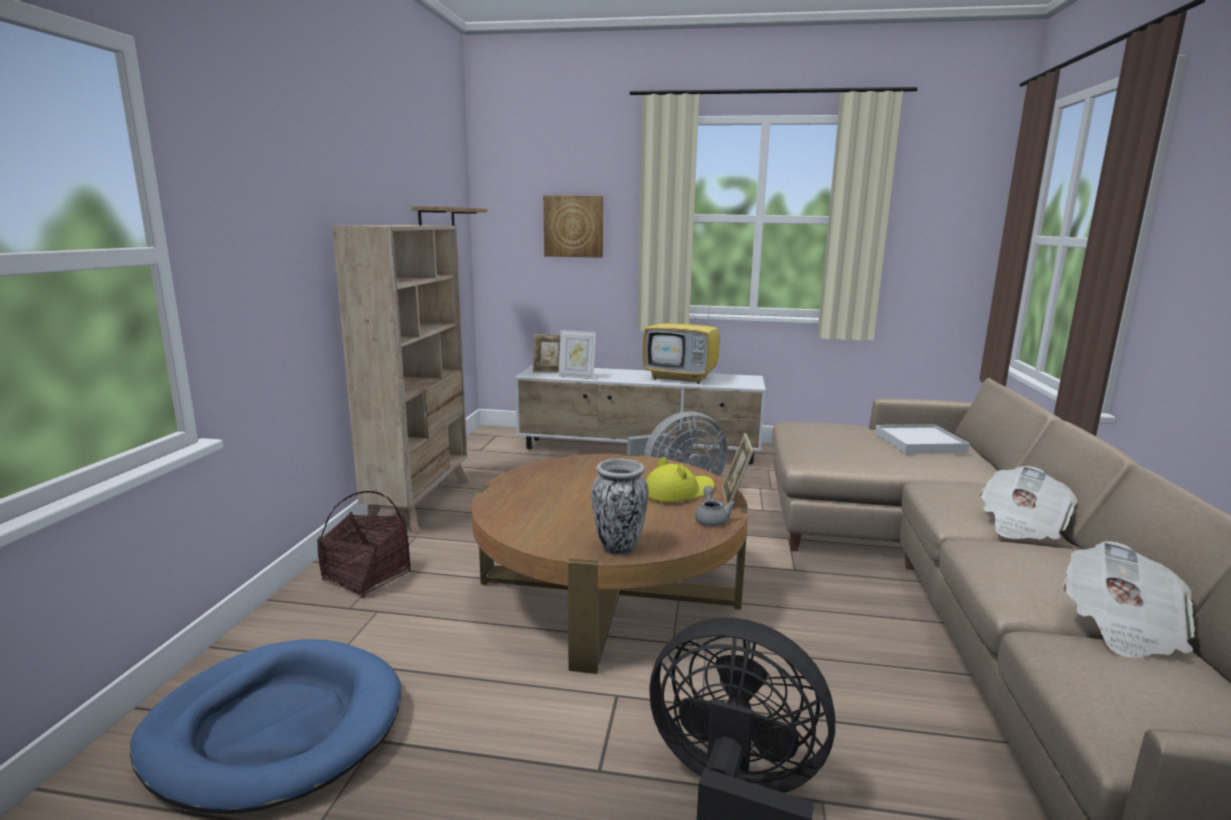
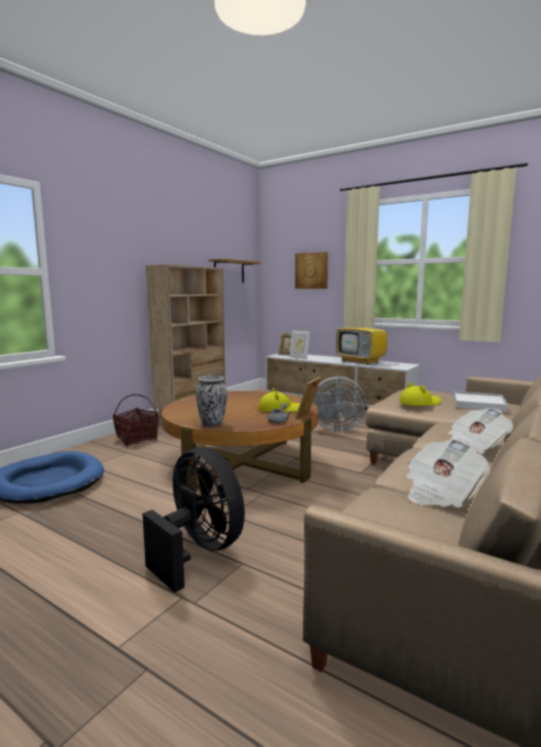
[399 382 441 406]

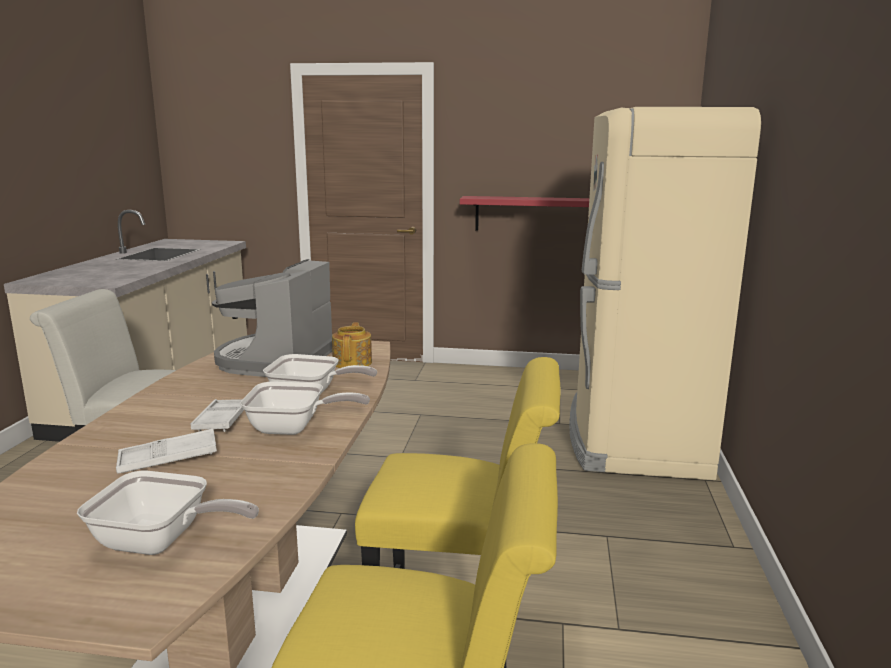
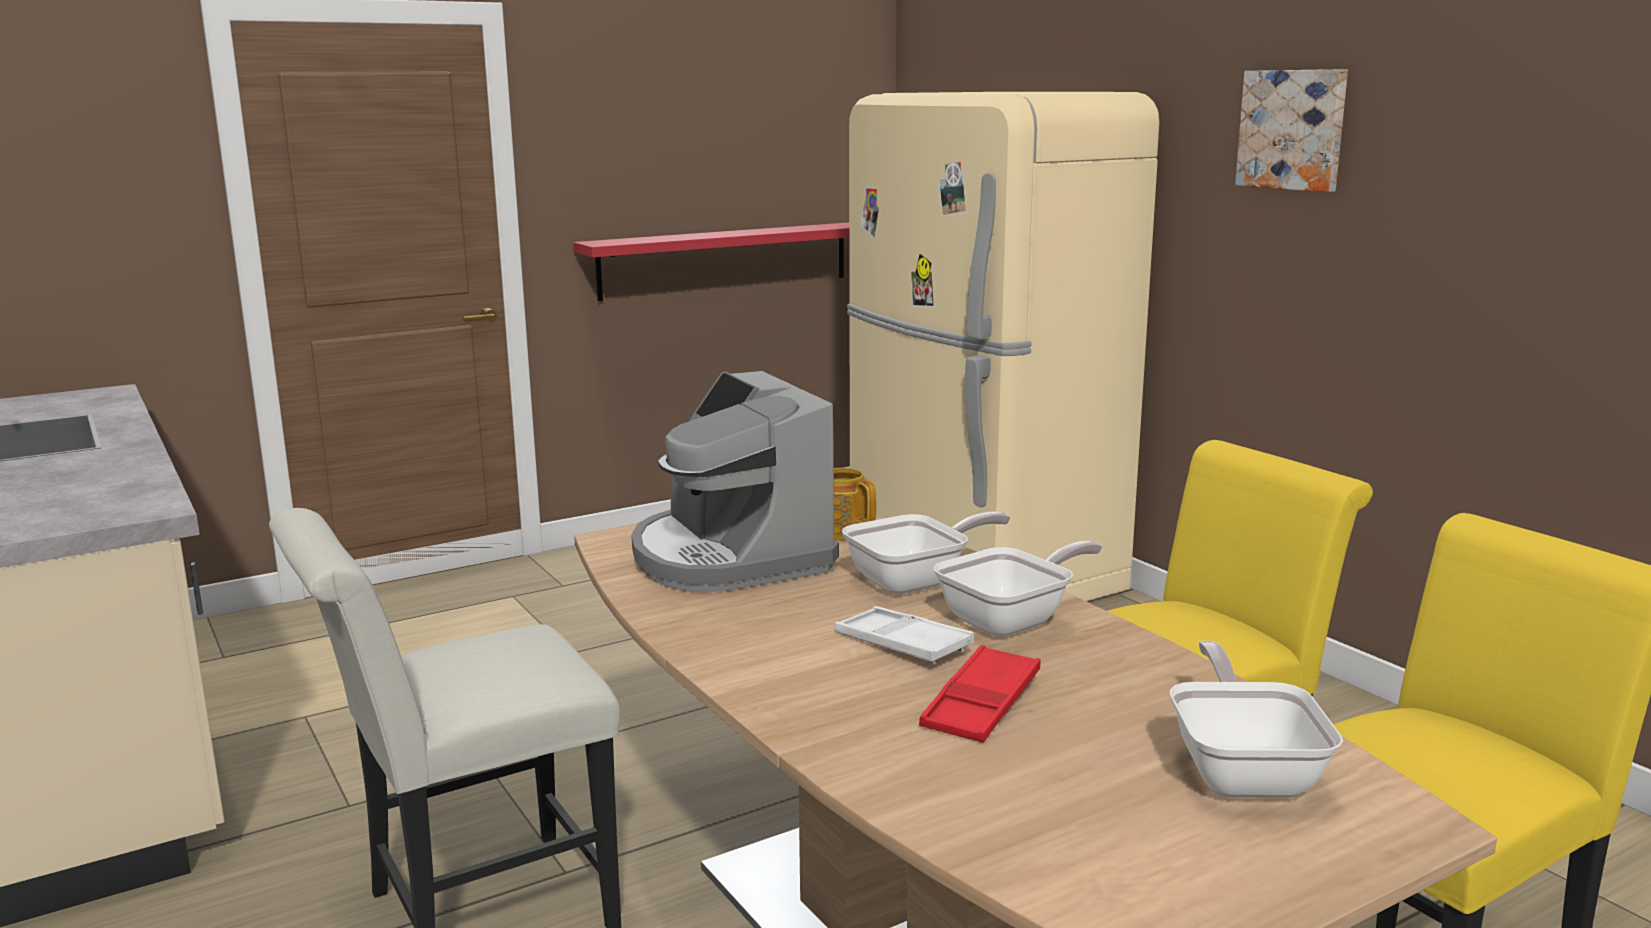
[919 645 1041 743]
[1169 641 1343 798]
[1235 69 1348 192]

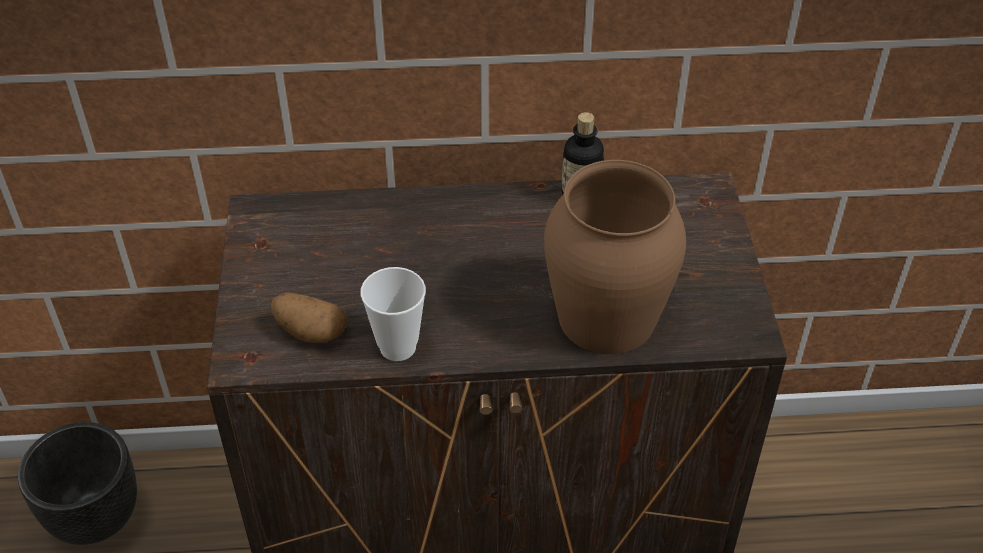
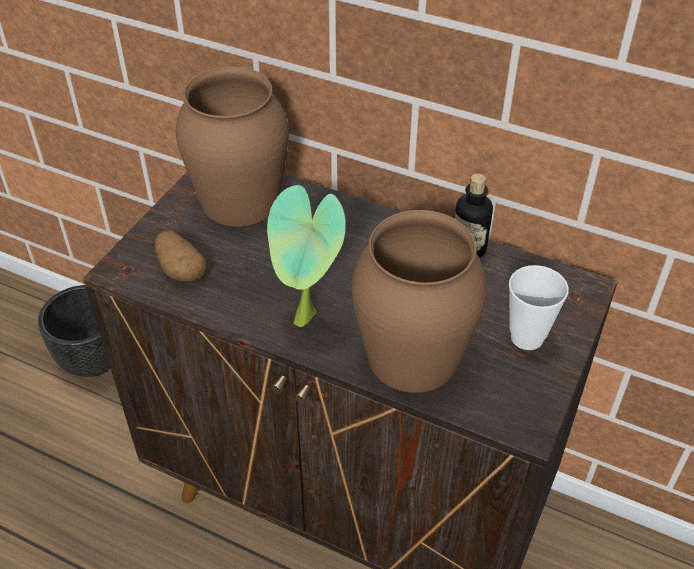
[176 67 289 226]
[267 185 346 327]
[509 265 569 350]

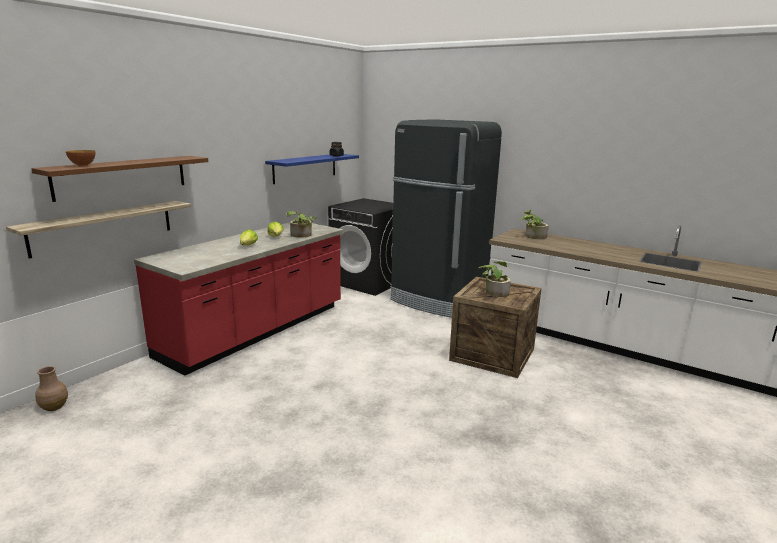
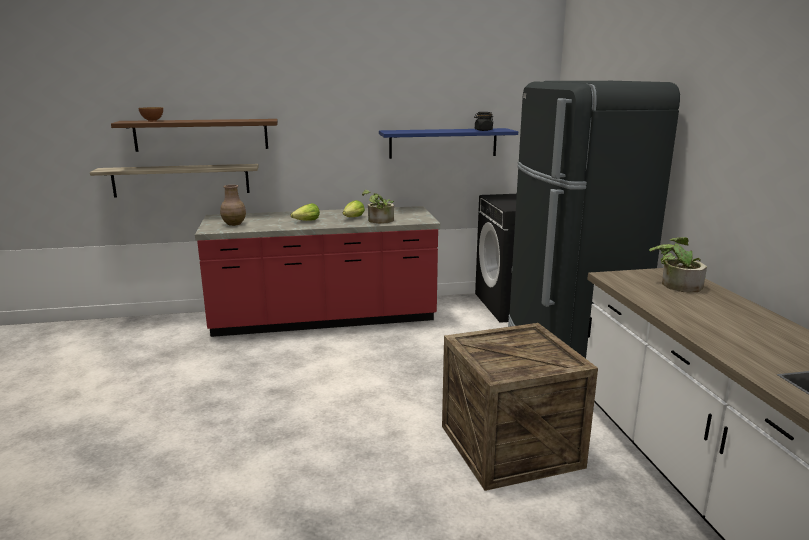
[220 185 246 226]
[479 261 511 297] (first image)

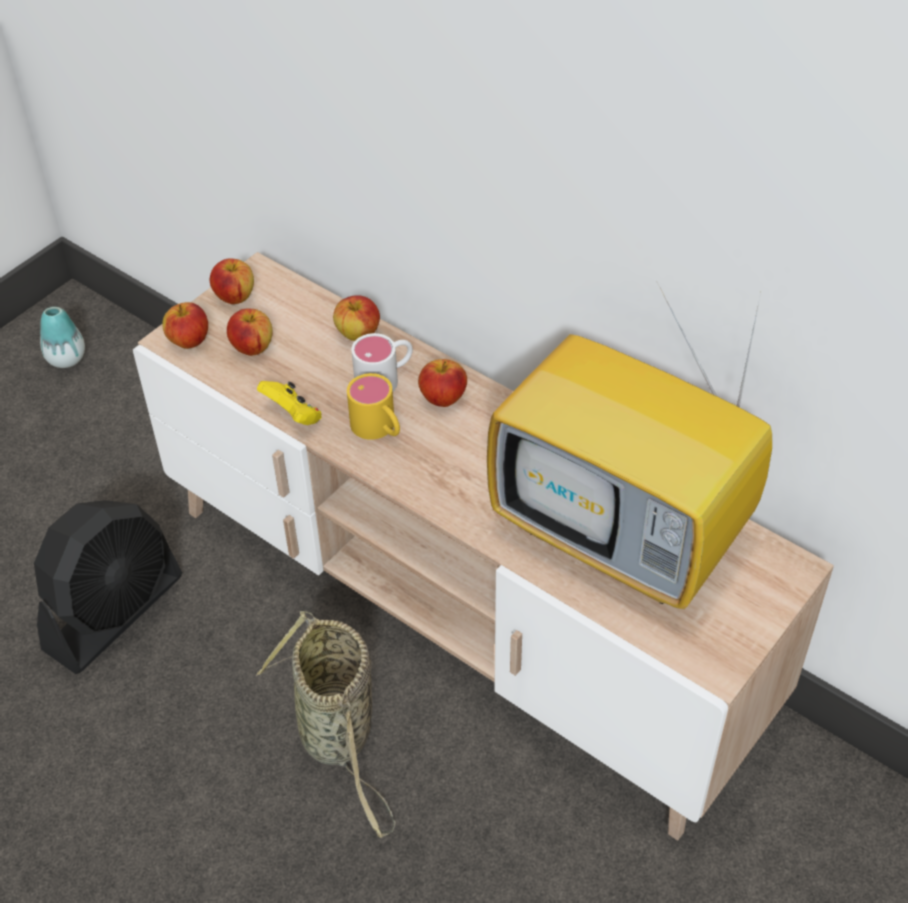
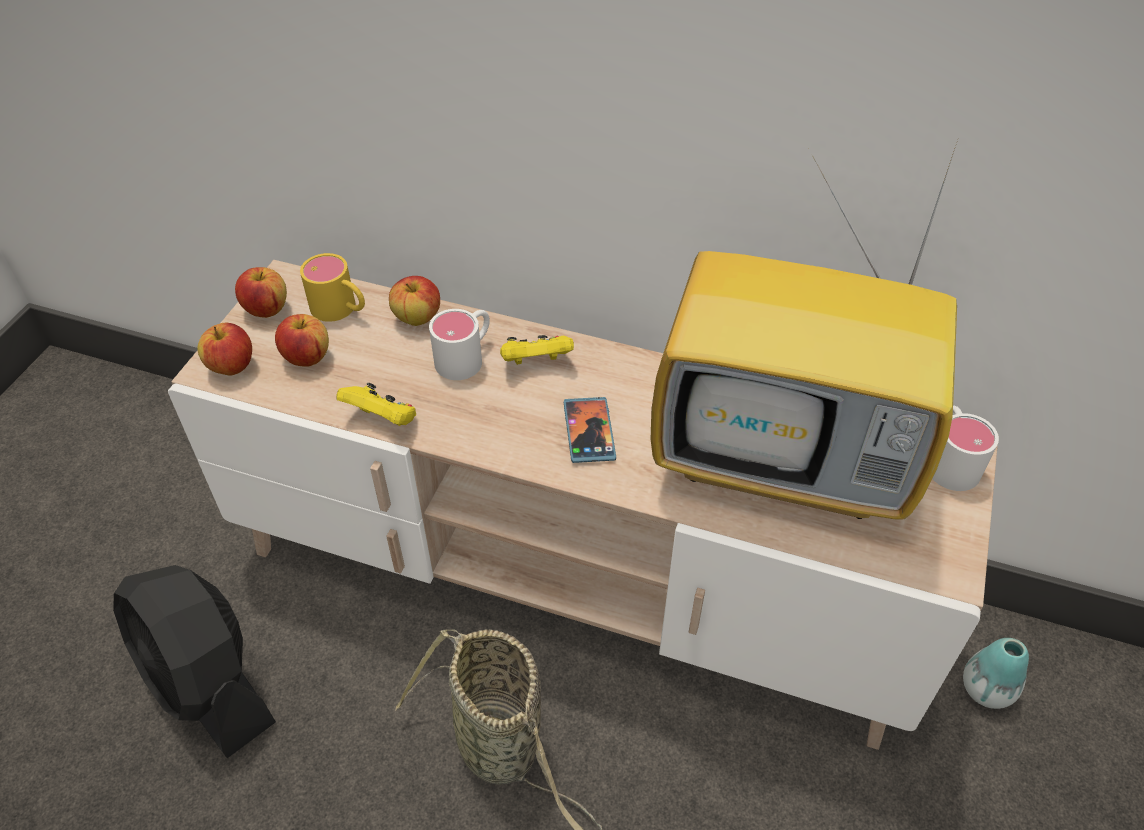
[113 565 276 758]
[300 253 365 322]
[500 335 574 365]
[564 397 616 463]
[932 406 999 491]
[963 638 1029 709]

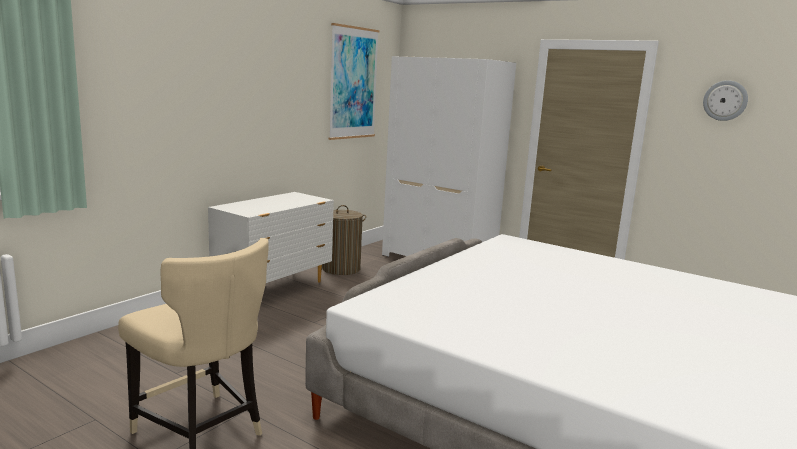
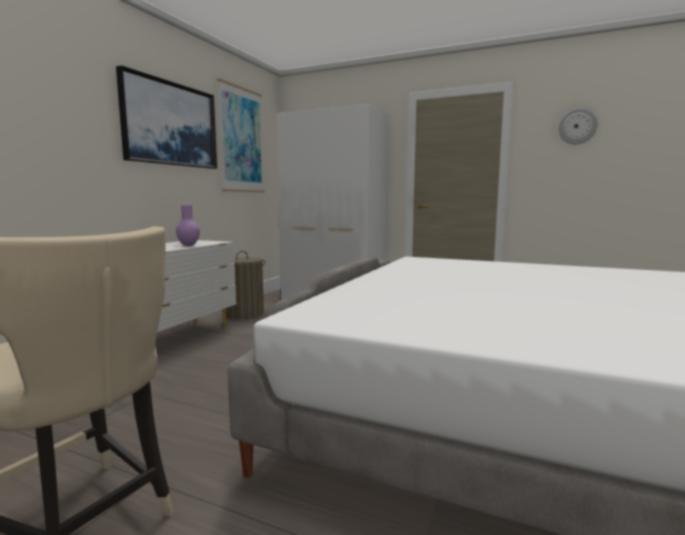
[116 65 217 169]
[176 205 200 246]

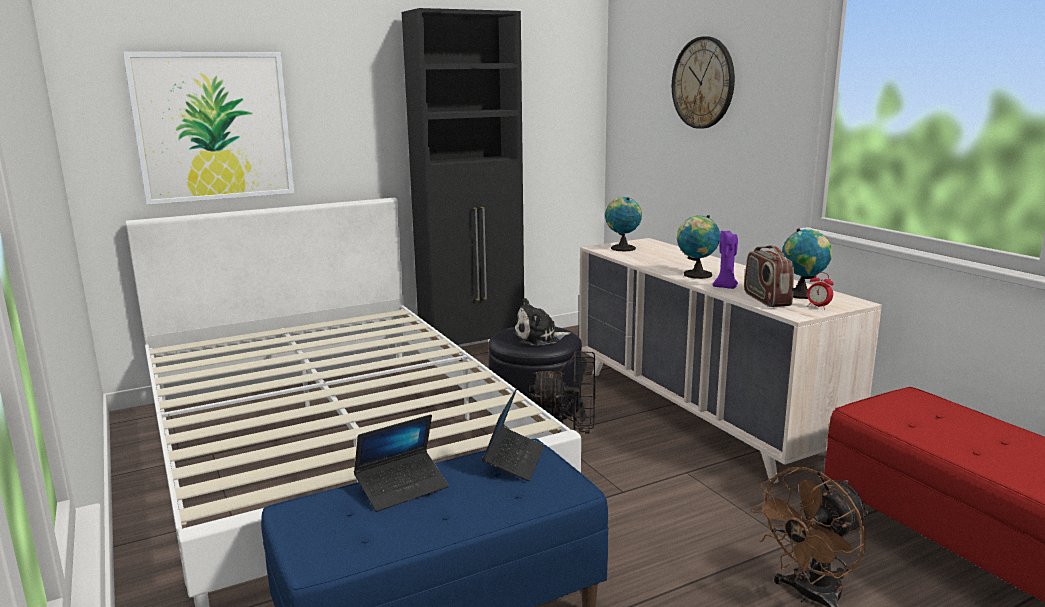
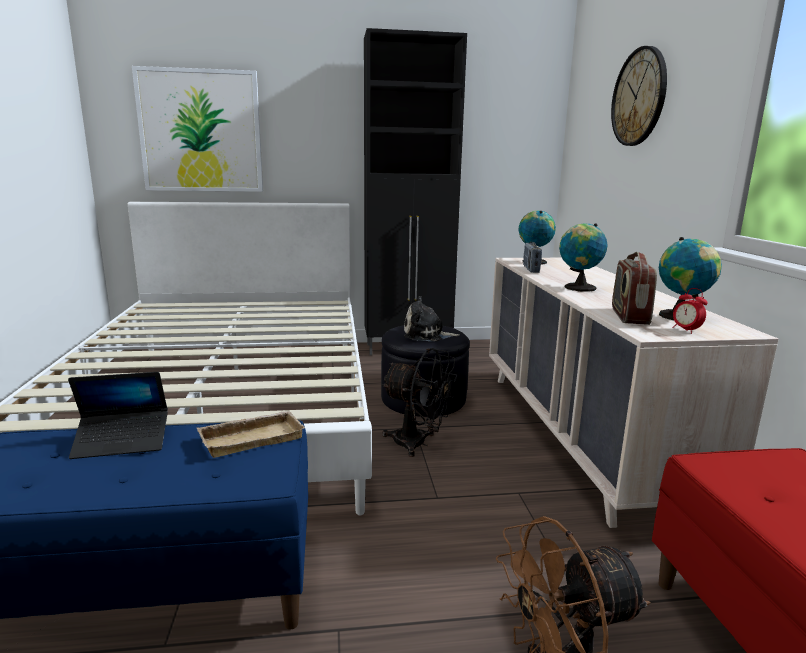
[197 411 305 458]
[523 242 542 273]
[713 231 738 289] (first image)

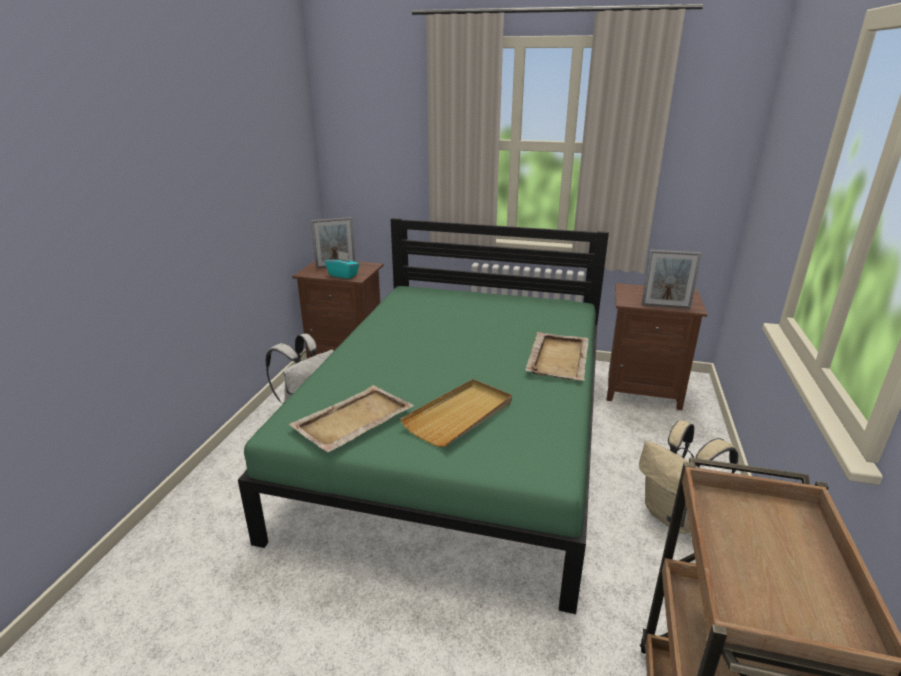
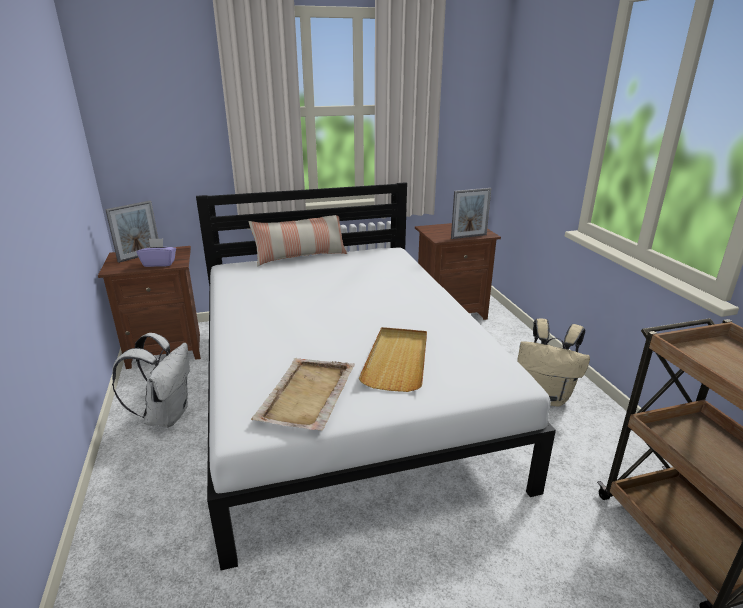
[137 238 176 267]
[196 182 556 570]
[249 215 347 267]
[526 332 589 381] (first image)

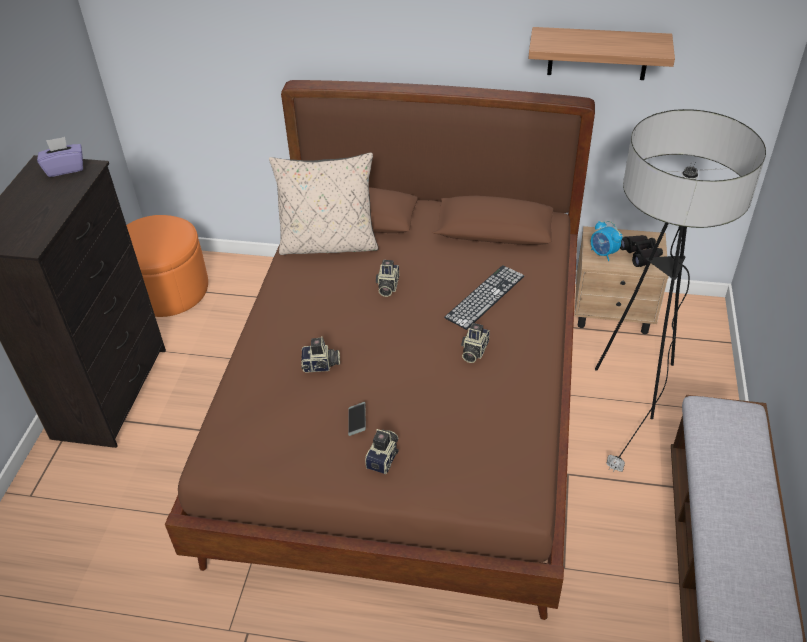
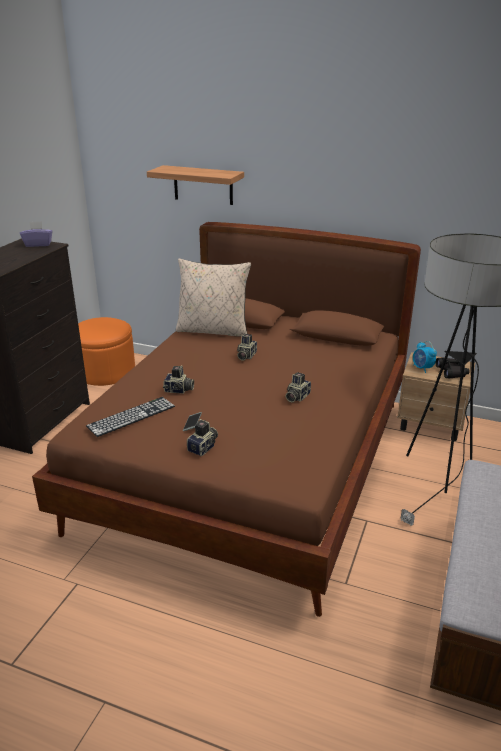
[86 397 175 437]
[147 165 244 205]

